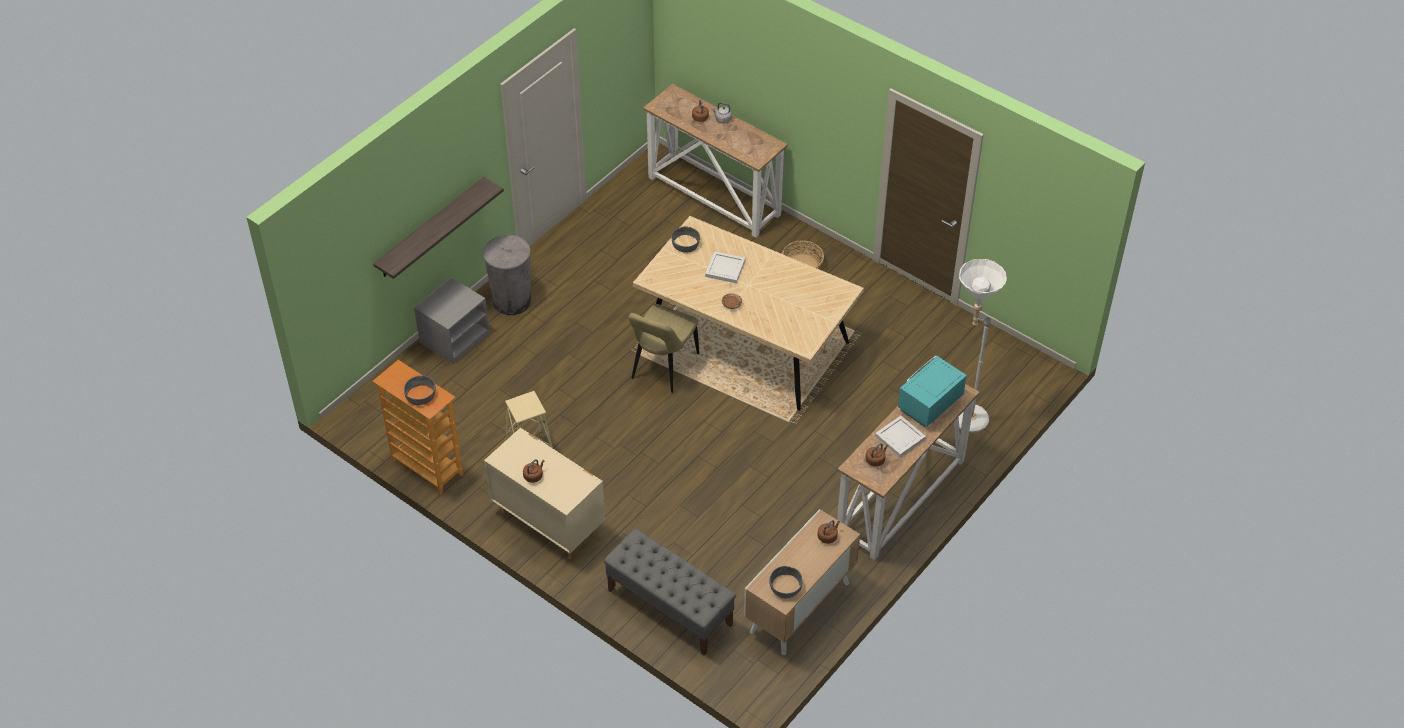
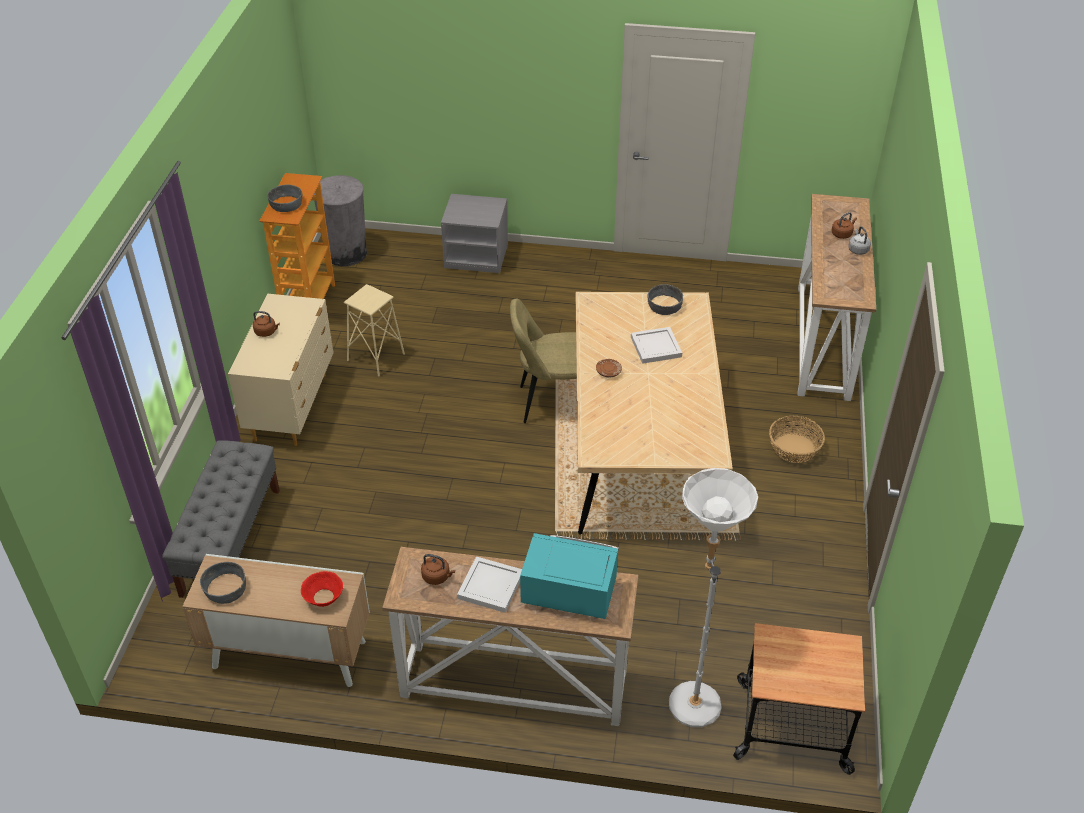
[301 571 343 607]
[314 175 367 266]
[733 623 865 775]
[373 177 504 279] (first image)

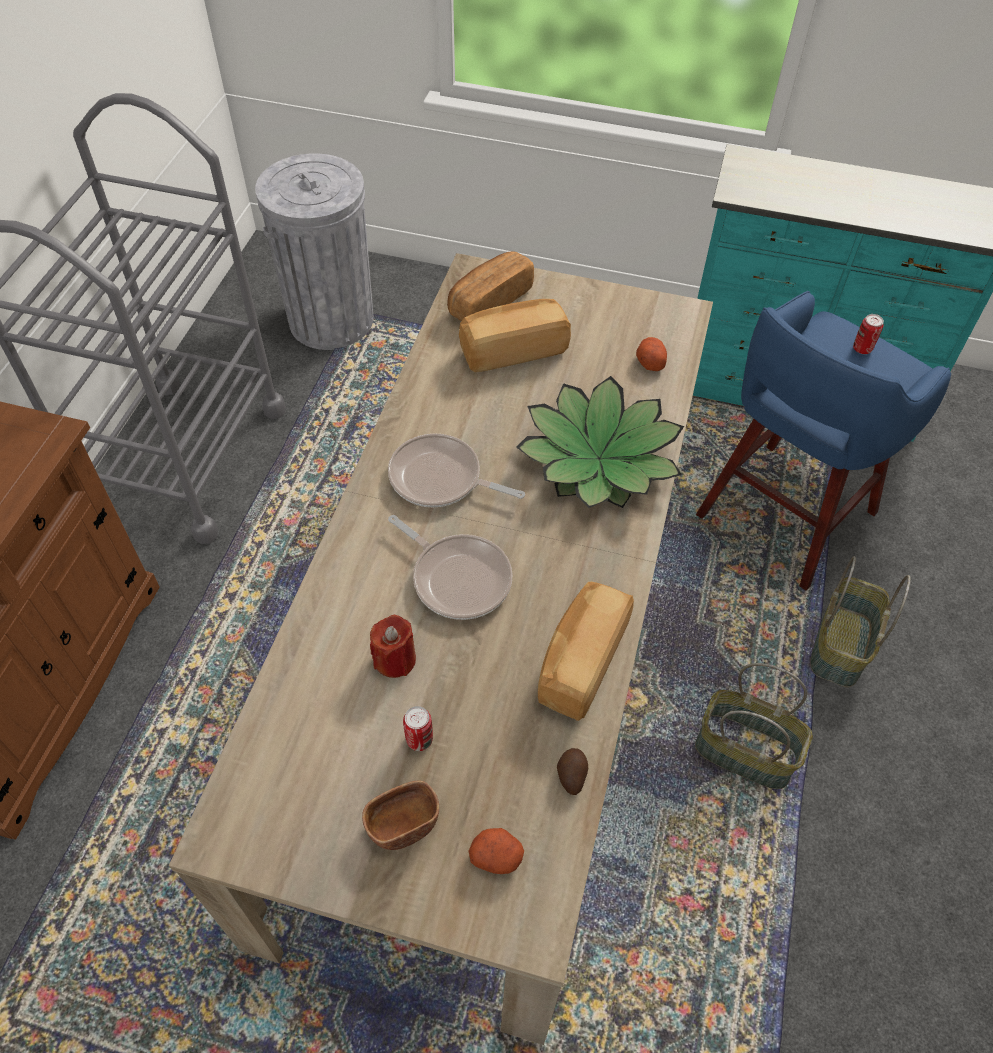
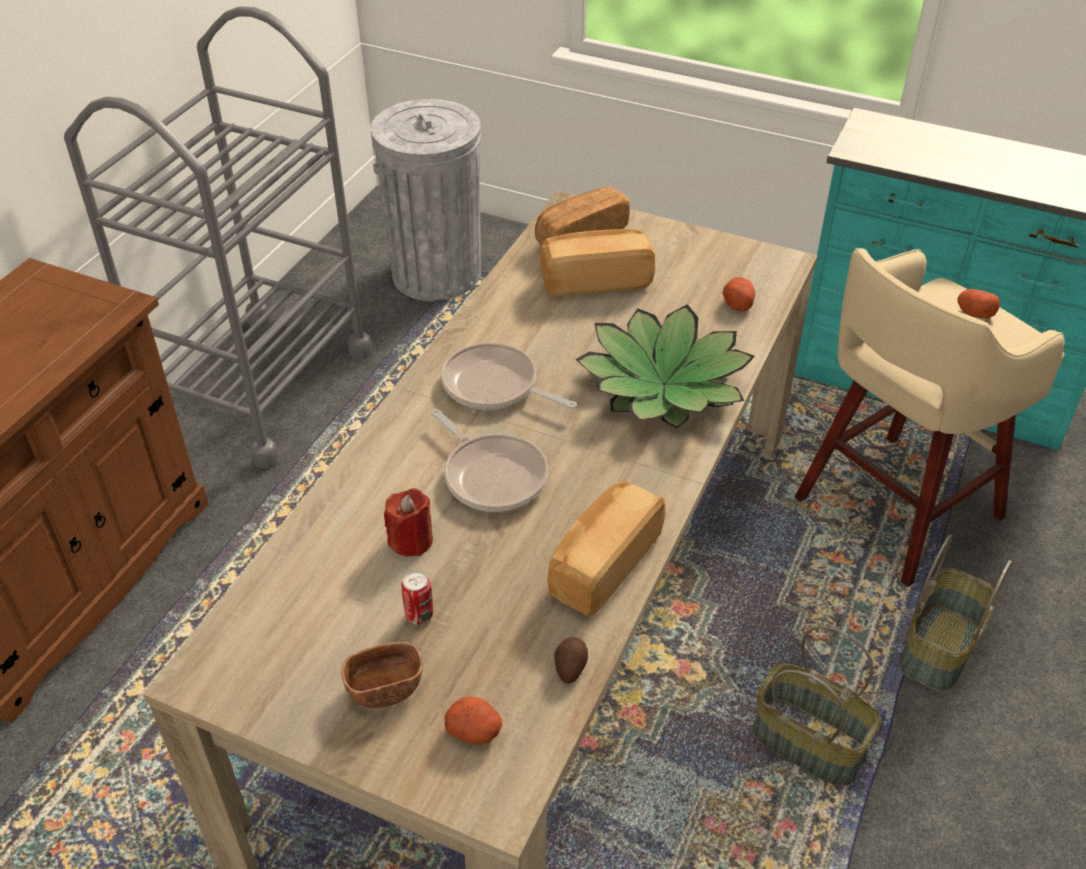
[795 248 1065 587]
[957 289 1000 319]

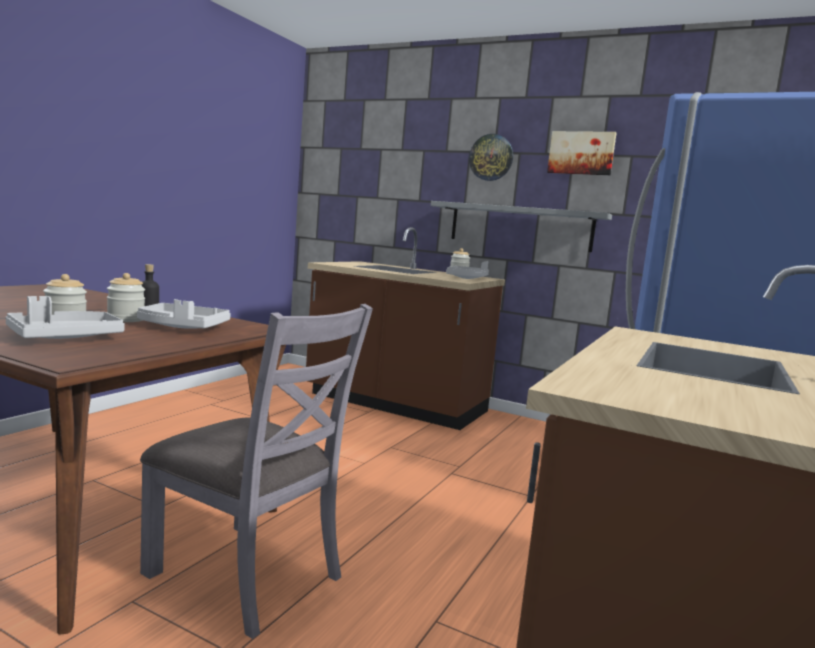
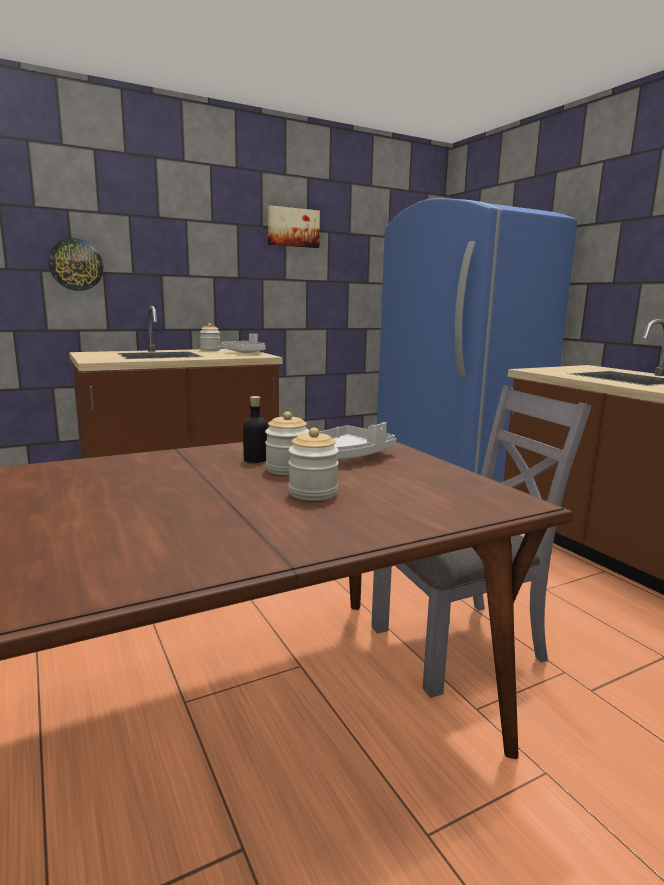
[48 238 103 291]
[5 296 125 339] (first image)
[431 201 612 252] (first image)

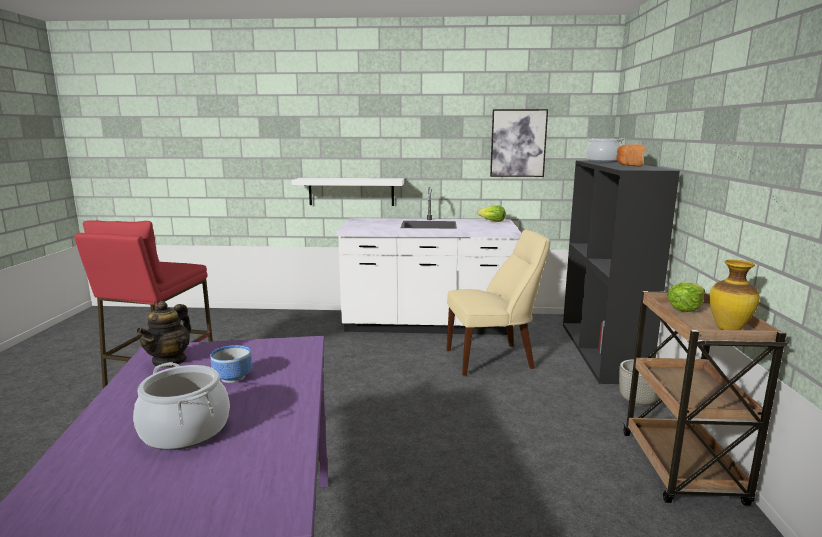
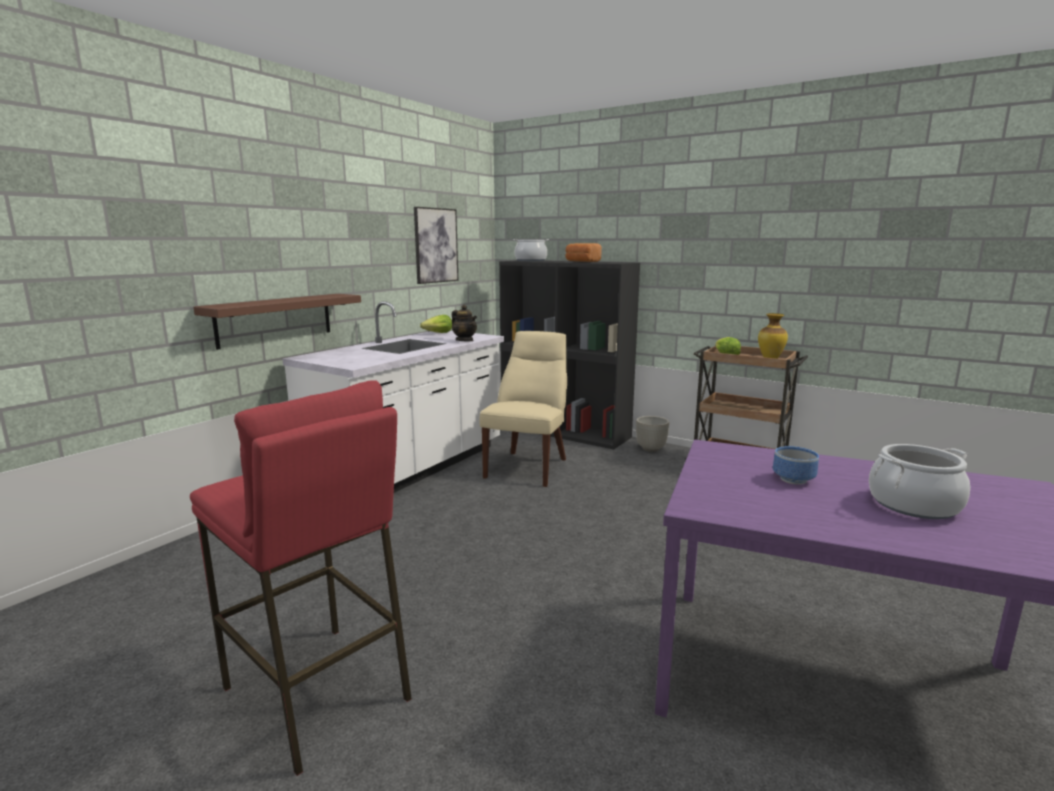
[193 294 361 350]
[452 305 477 341]

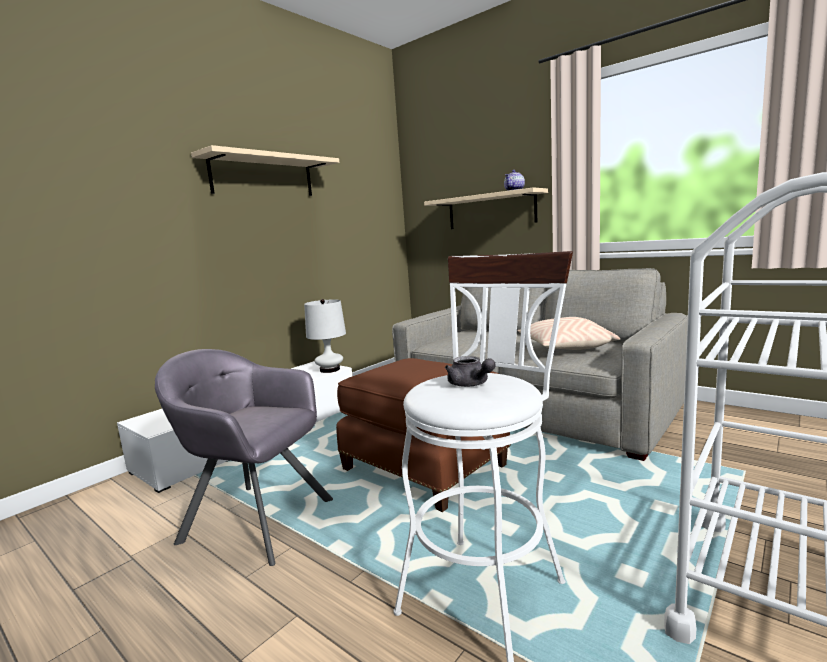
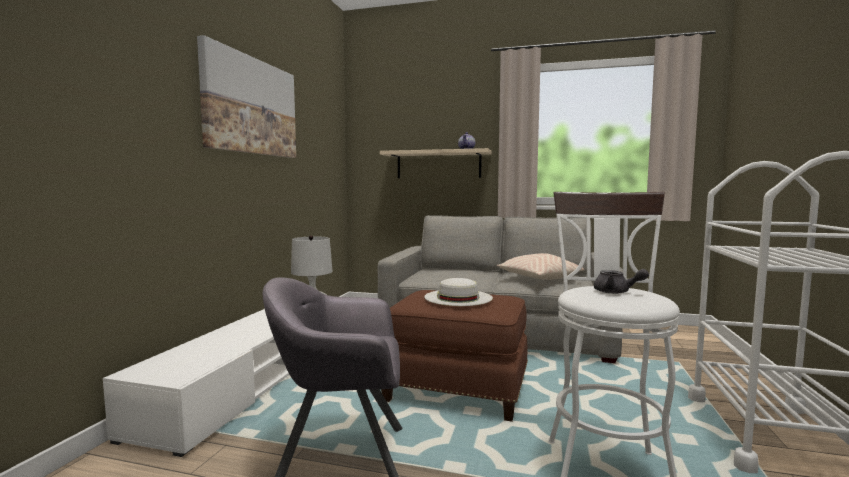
[197 35 296 158]
[424 278 493 306]

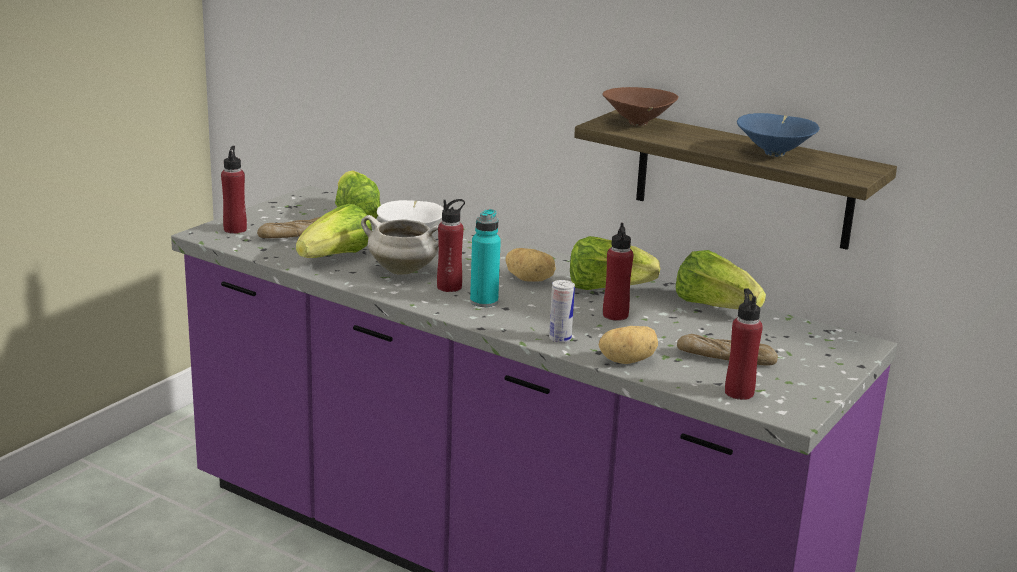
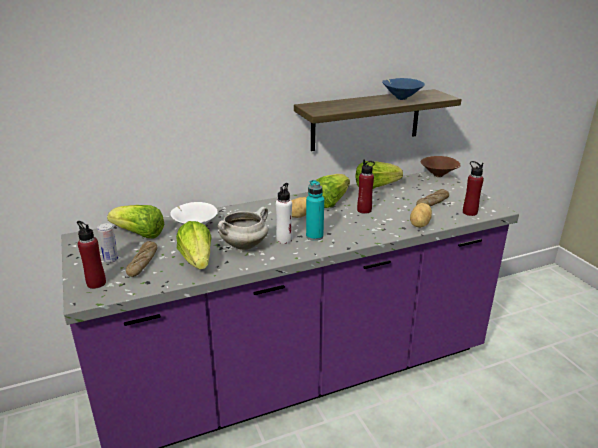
[97 223 119 263]
[276 183 293 244]
[421 156 461 177]

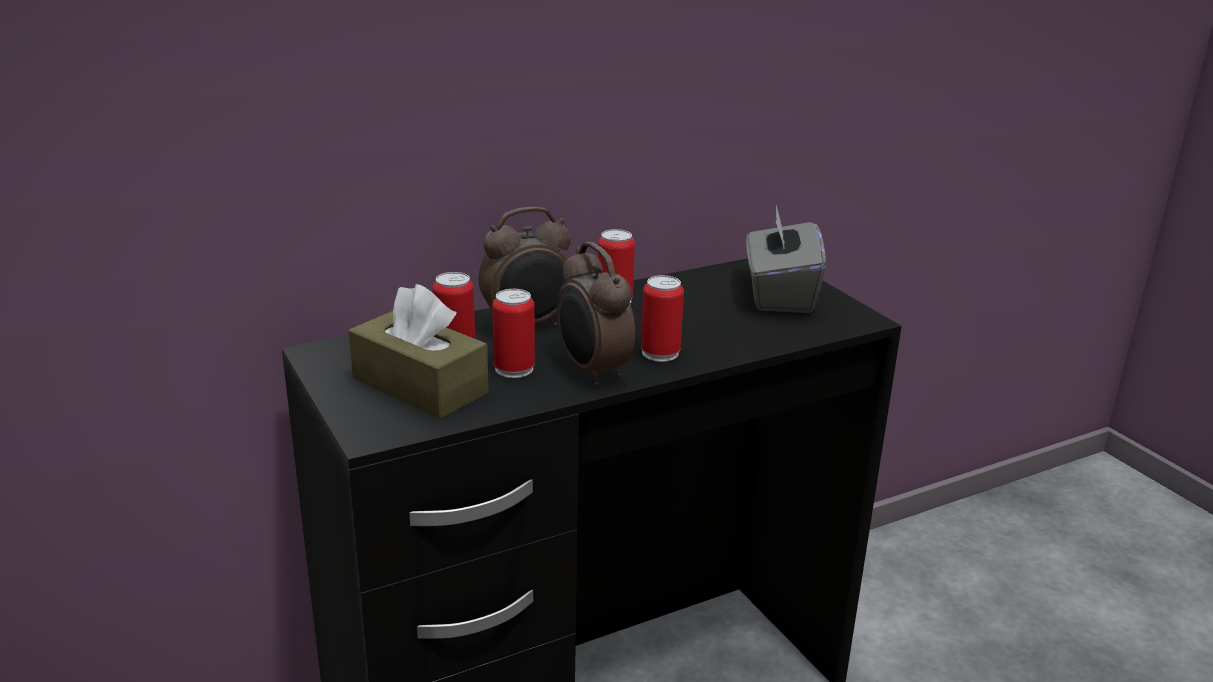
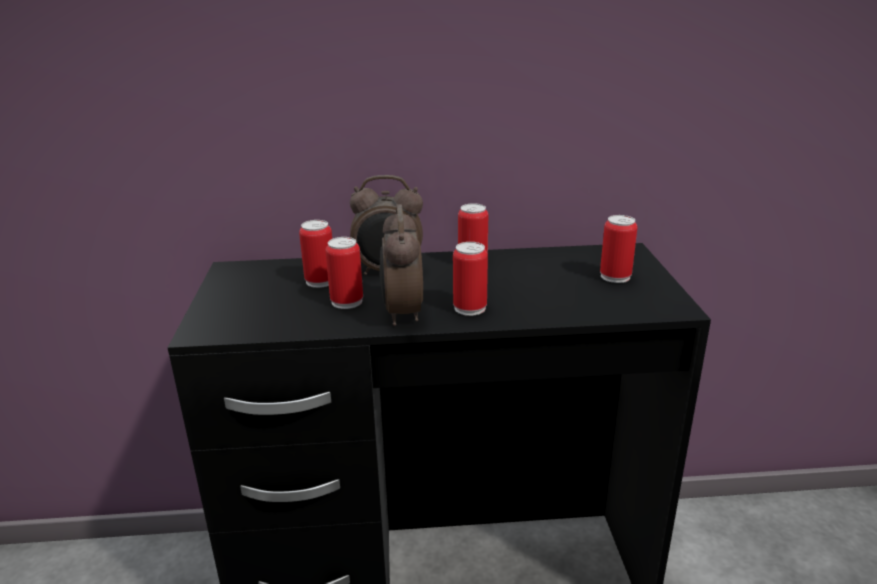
[600 215 637 283]
[349 284 489 419] (first image)

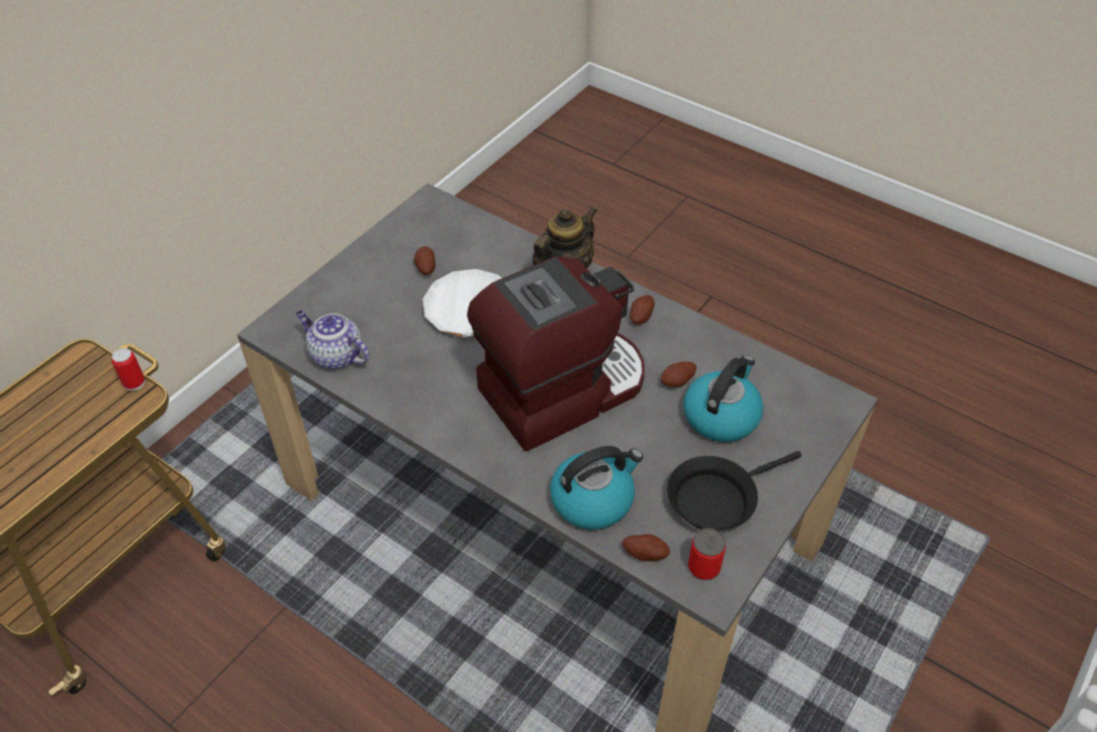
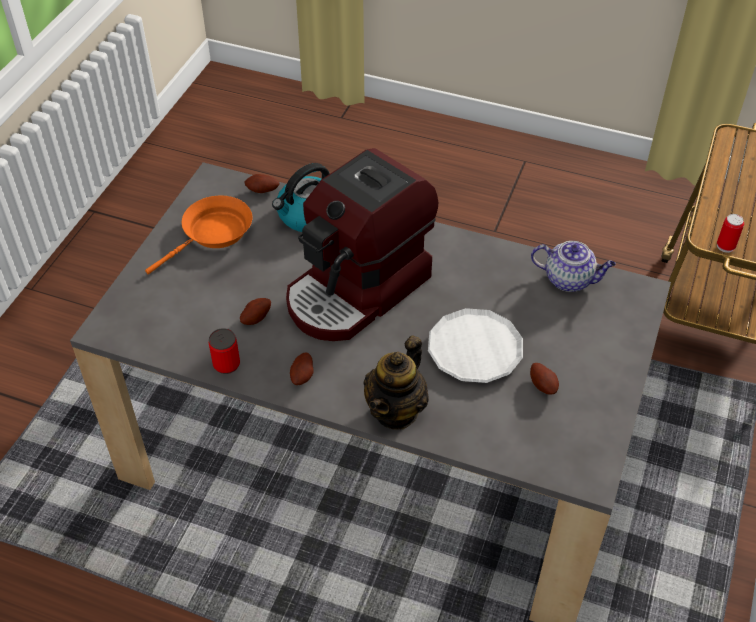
[145 195 252 275]
[209 328 240 374]
[683 355 764 442] (first image)

